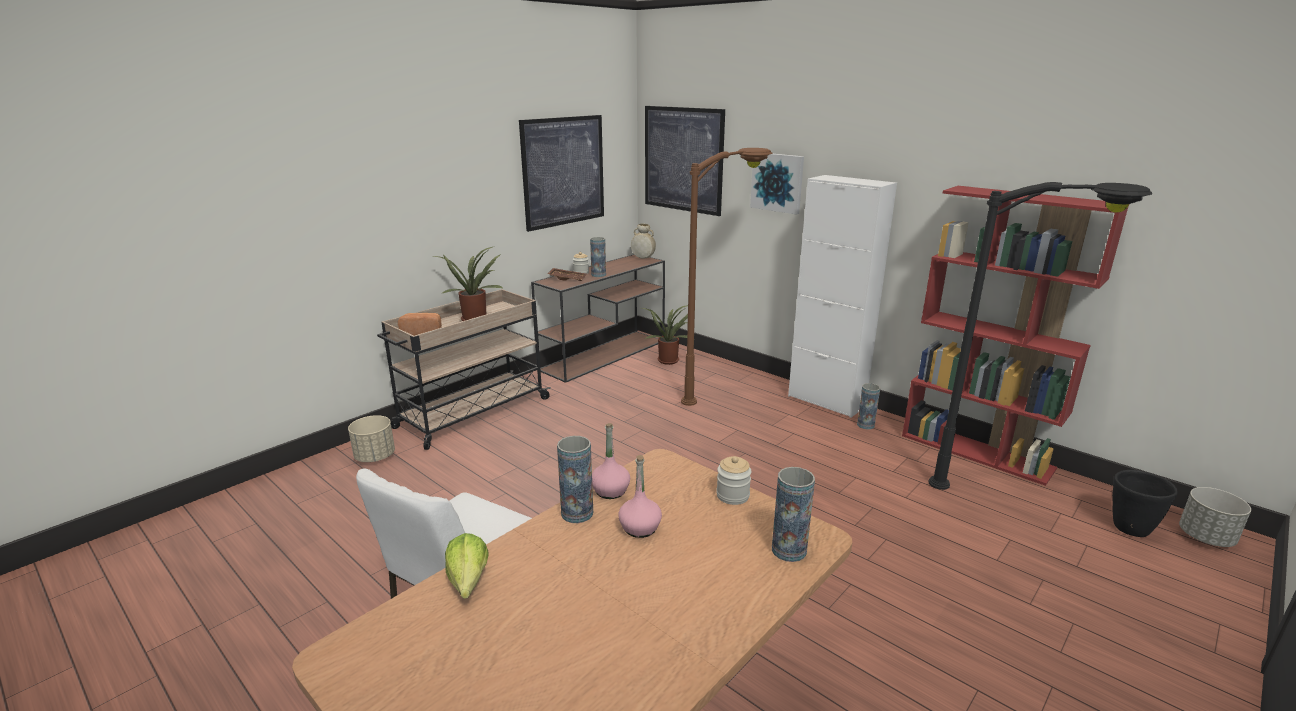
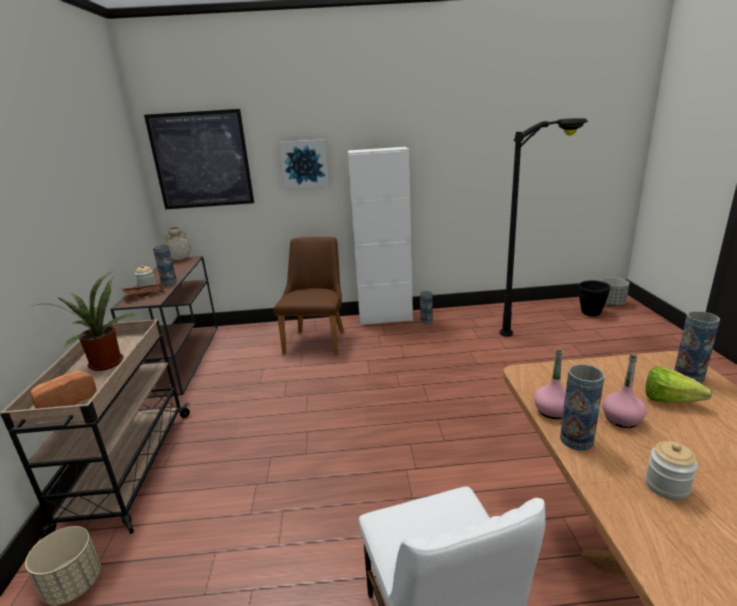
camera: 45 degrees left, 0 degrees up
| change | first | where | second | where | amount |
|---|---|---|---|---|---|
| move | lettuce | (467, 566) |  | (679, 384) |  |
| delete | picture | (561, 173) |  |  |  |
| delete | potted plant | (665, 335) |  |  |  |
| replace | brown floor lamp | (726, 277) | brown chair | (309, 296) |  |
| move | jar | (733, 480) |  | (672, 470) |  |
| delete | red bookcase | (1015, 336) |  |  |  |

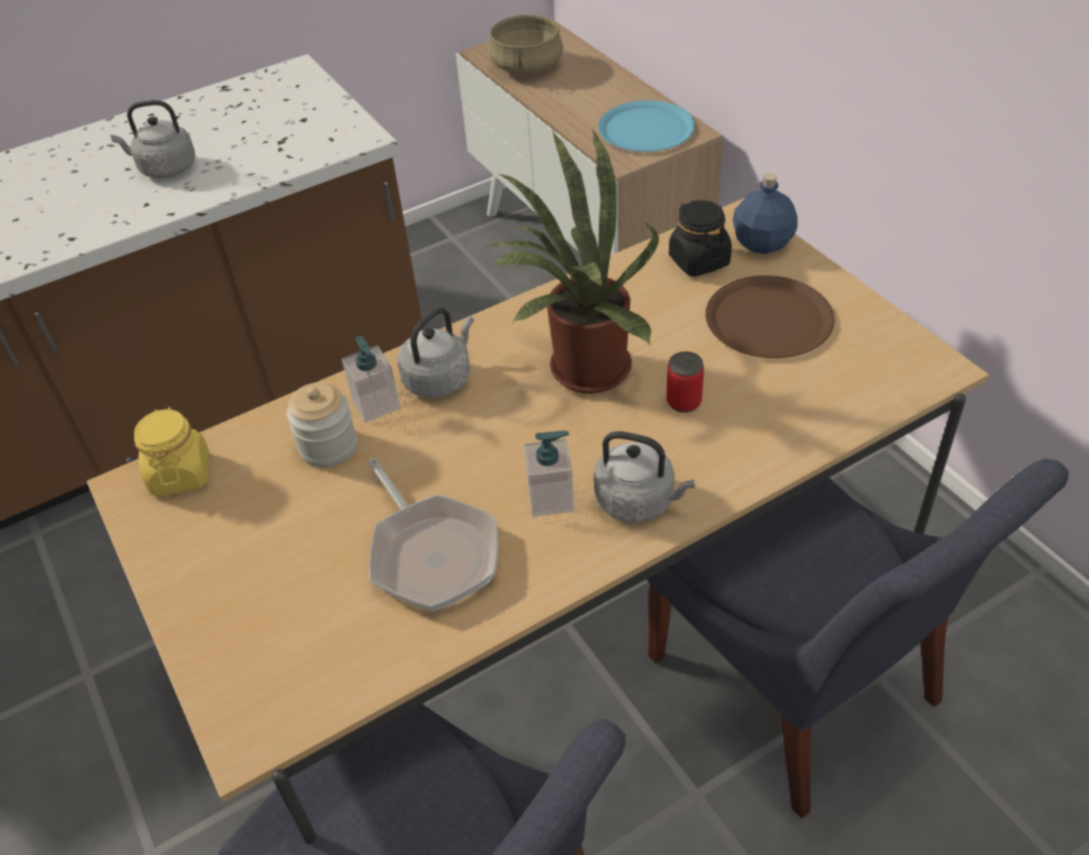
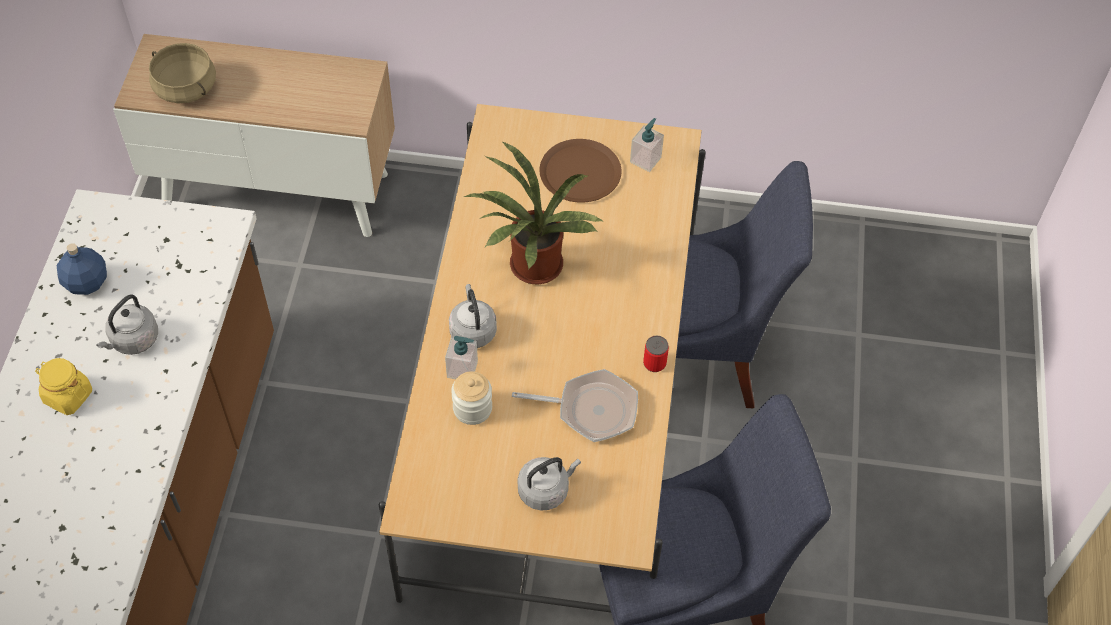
camera: 55 degrees left, 10 degrees up
| change | first | where | second | where | amount |
|---|---|---|---|---|---|
| move | yellow jar | (171, 451) |  | (63, 386) |  |
| move | soap dispenser | (549, 474) |  | (647, 145) |  |
| move | grey kettle | (645, 476) |  | (549, 484) |  |
| delete | blue plate | (646, 126) |  |  |  |
| move | can | (685, 382) |  | (656, 353) |  |
| delete | black jar | (700, 238) |  |  |  |
| move | blue bottle | (765, 213) |  | (81, 269) |  |

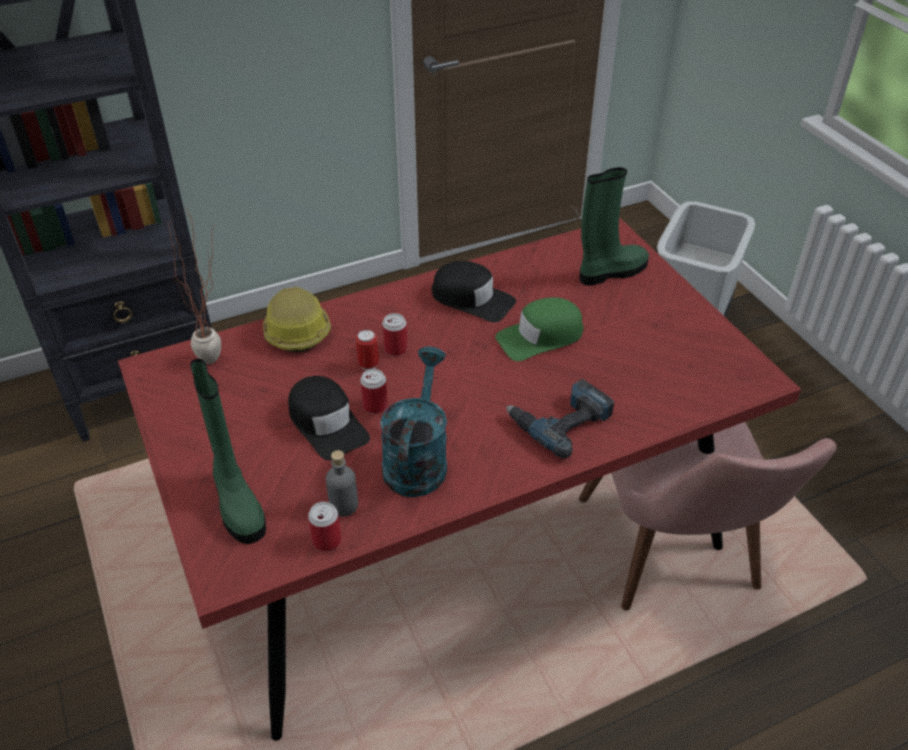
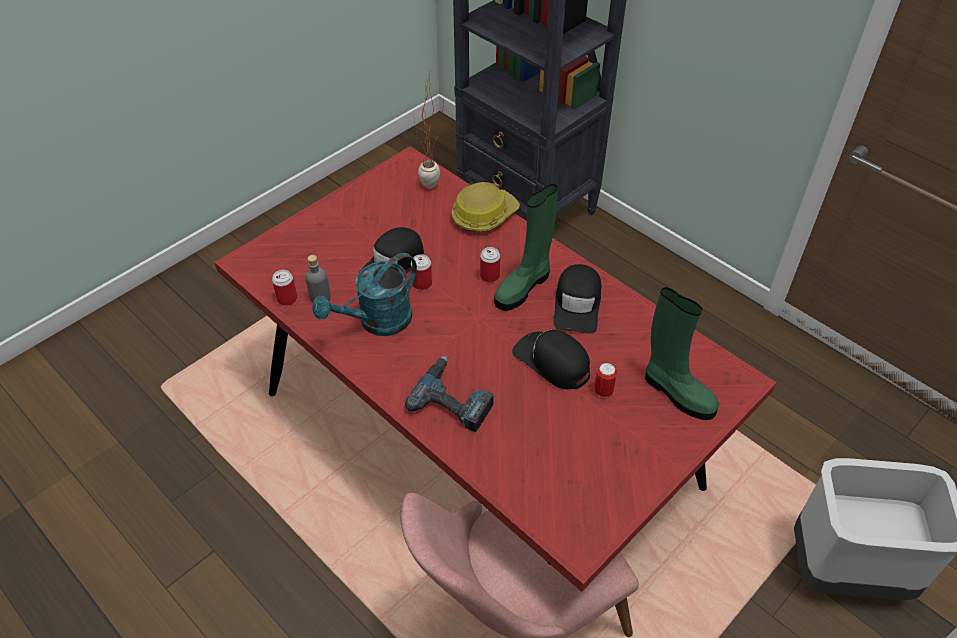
camera: 70 degrees right, 5 degrees up
| change | first | where | second | where | amount |
|---|---|---|---|---|---|
| move | green boot | (228, 451) |  | (526, 247) |  |
| move | can | (367, 350) |  | (605, 380) |  |
| rotate | turquoise watering can | (413, 422) |  | (364, 294) | 150 degrees clockwise |
| recolor | green cap | (539, 329) | black cap | (551, 359) |  |

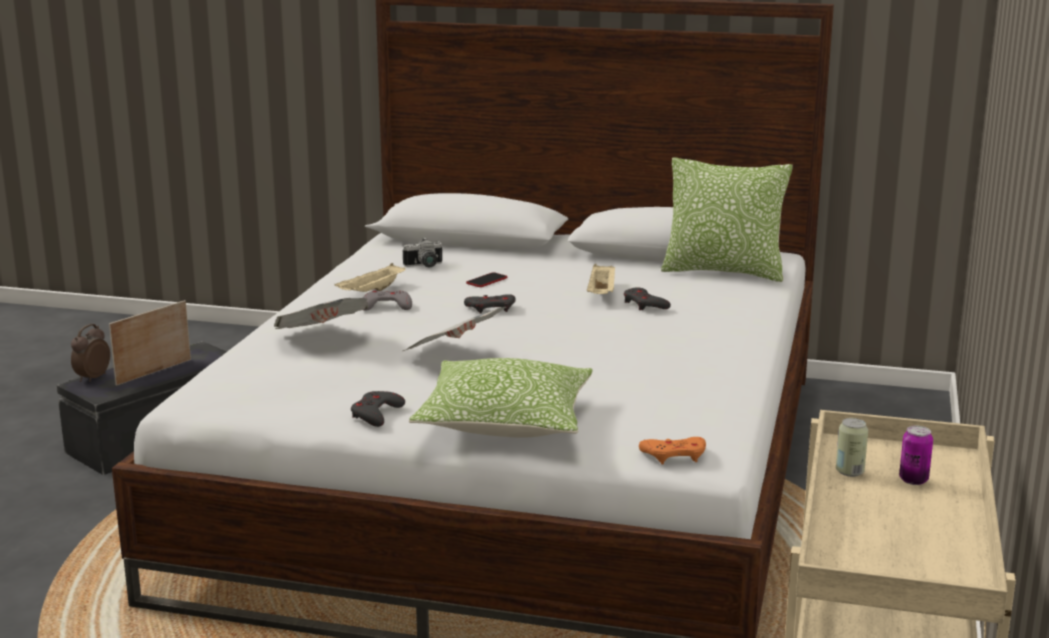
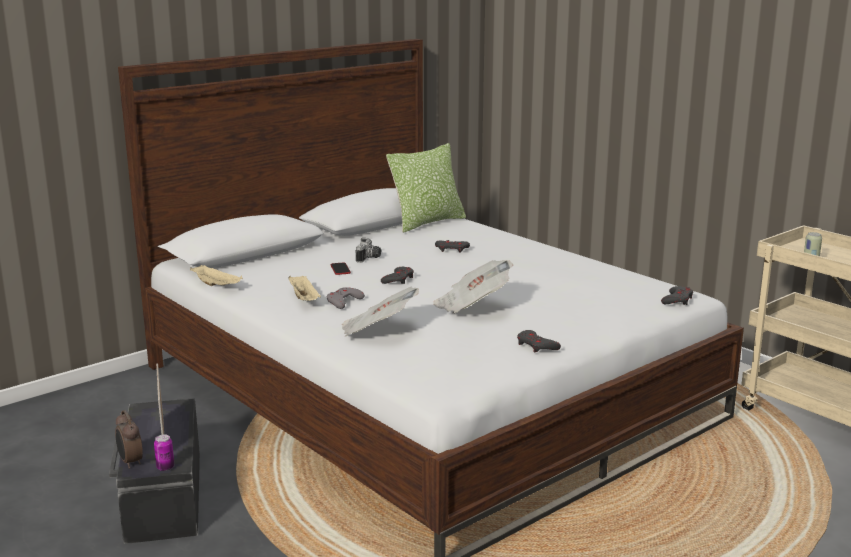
camera: 55 degrees left, 0 degrees up
| change | first | where | second | where | amount |
|---|---|---|---|---|---|
| move | photo camera | (422, 252) |  | (368, 250) |  |
| delete | pillow | (501, 398) |  |  |  |
| move | beige tray | (601, 279) |  | (216, 275) |  |
| recolor | orange game controller | (672, 450) | grey game controller | (677, 295) |  |
| move | can | (916, 455) |  | (164, 452) |  |

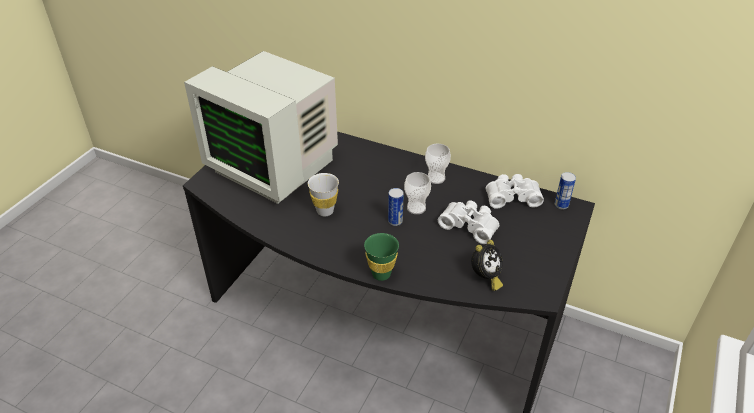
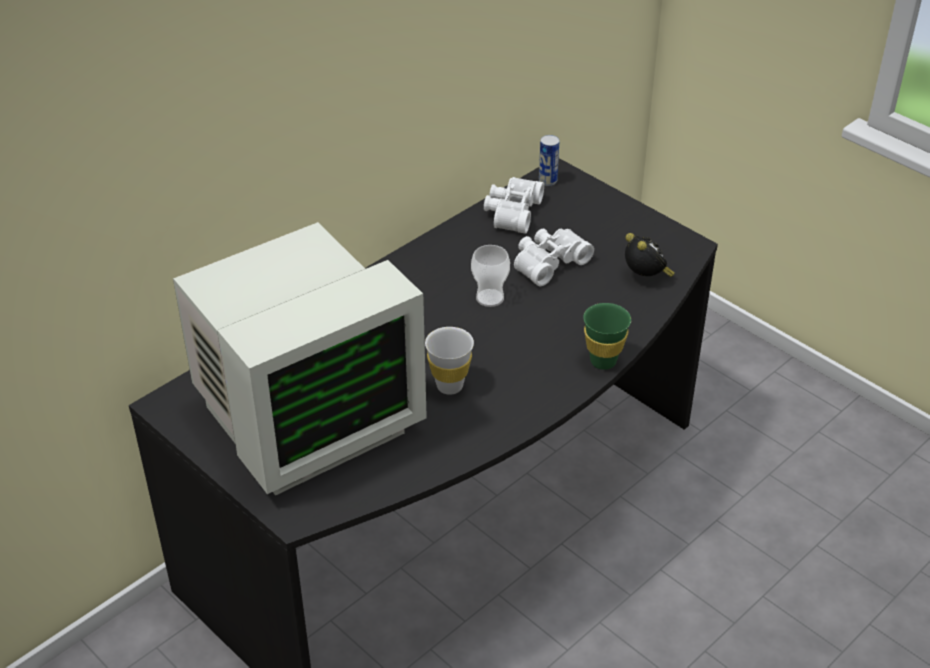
camera: 70 degrees left, 0 degrees up
| change | first | where | second | where | amount |
|---|---|---|---|---|---|
| delete | can | (396, 207) |  |  |  |
| delete | cup | (438, 164) |  |  |  |

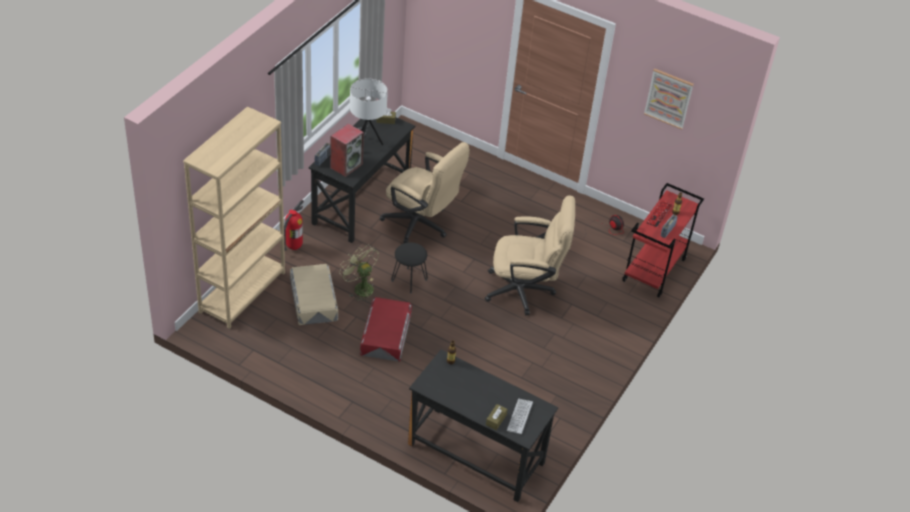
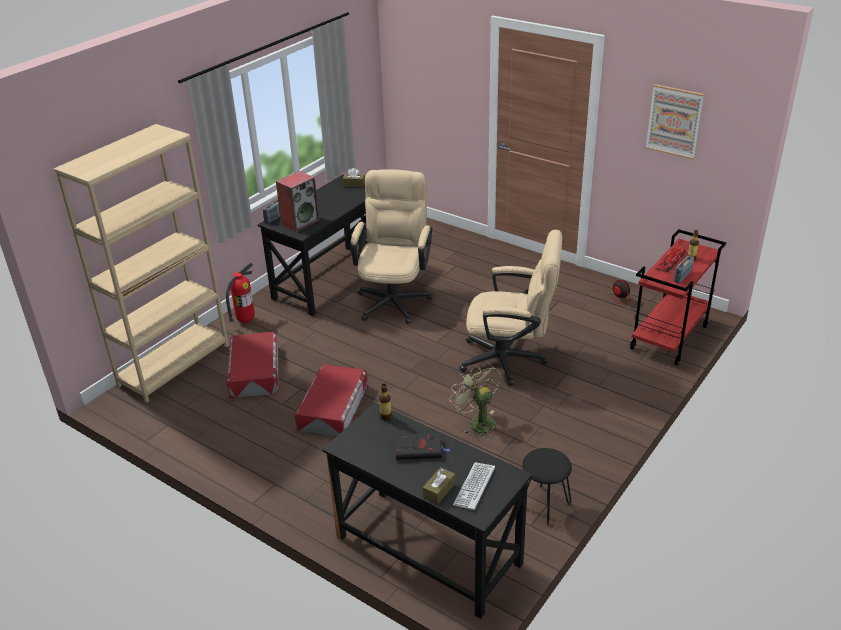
camera: 10 degrees right, 10 degrees down
| change | first | where | second | where | amount |
|---|---|---|---|---|---|
| recolor | beige storage box | (314, 294) | red storage box | (252, 365) |  |
| move | green fan | (359, 273) |  | (475, 400) |  |
| delete | white table lamp | (369, 111) |  |  |  |
| rotate | beige office chair | (425, 192) |  | (391, 246) | 120 degrees counterclockwise |
| move | black stool | (409, 268) |  | (547, 486) |  |
| insert |  |  | black book | (422, 446) |  |

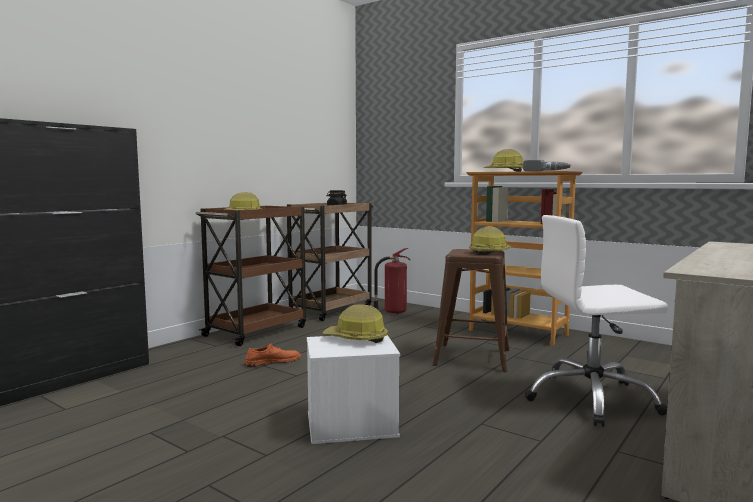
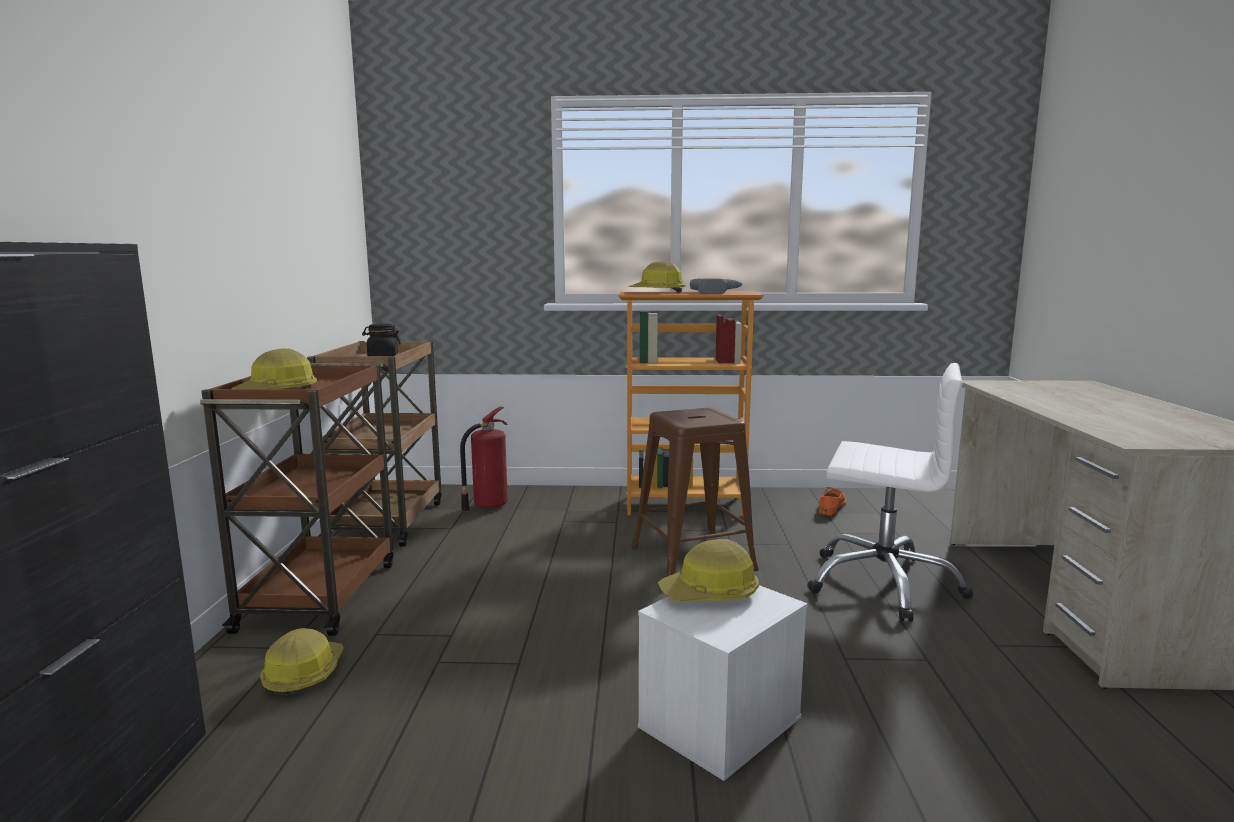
camera: 35 degrees left, 5 degrees up
| change | first | where | second | where | amount |
|---|---|---|---|---|---|
| move | orange shoe | (273, 355) |  | (832, 502) |  |
| move | hard hat | (490, 240) |  | (302, 662) |  |
| rotate | white office chair | (596, 321) |  | (890, 492) | 120 degrees counterclockwise |

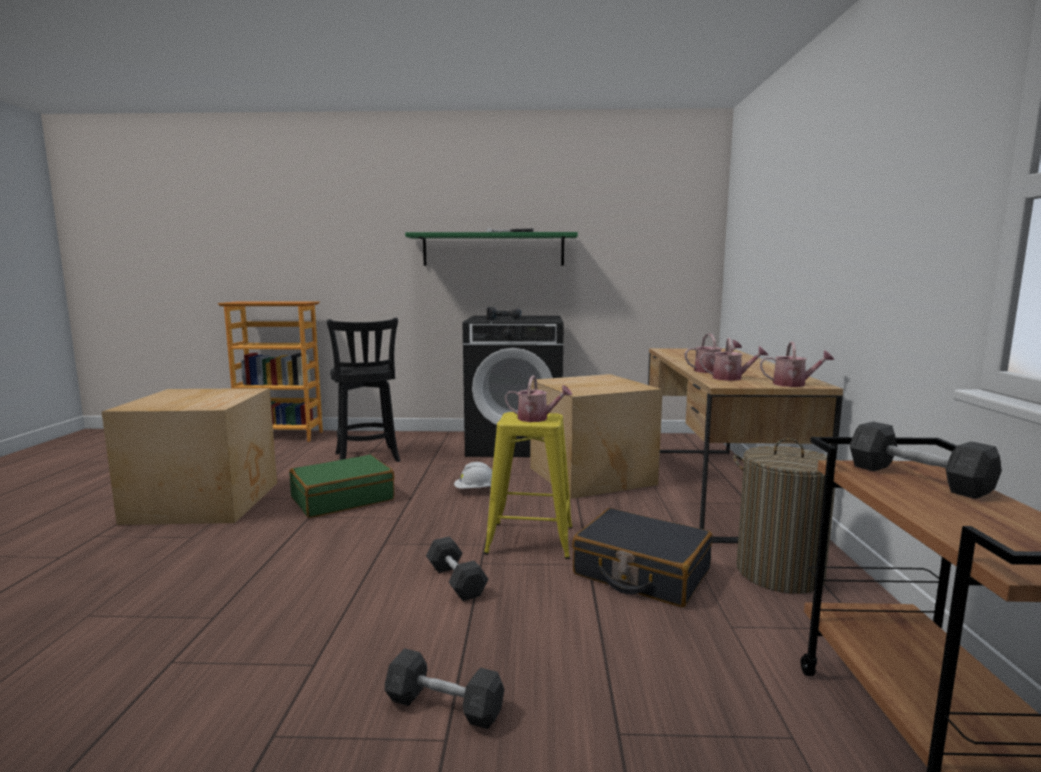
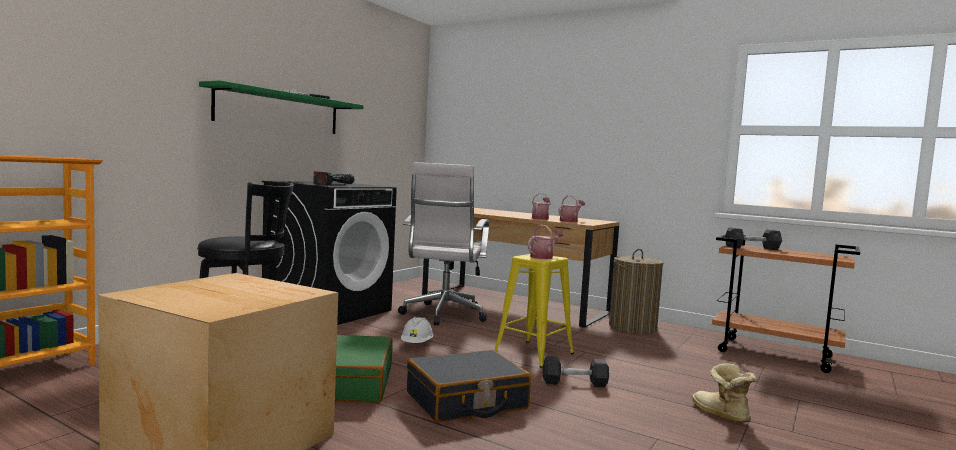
camera: 60 degrees left, 5 degrees down
| change | first | where | second | where | amount |
|---|---|---|---|---|---|
| replace | grey dumbbell | (444, 688) | boot | (724, 393) |  |
| replace | cardboard box | (596, 436) | white office chair | (443, 244) |  |
| move | black suitcase | (642, 557) |  | (469, 386) |  |
| delete | watering can | (797, 364) |  |  |  |

